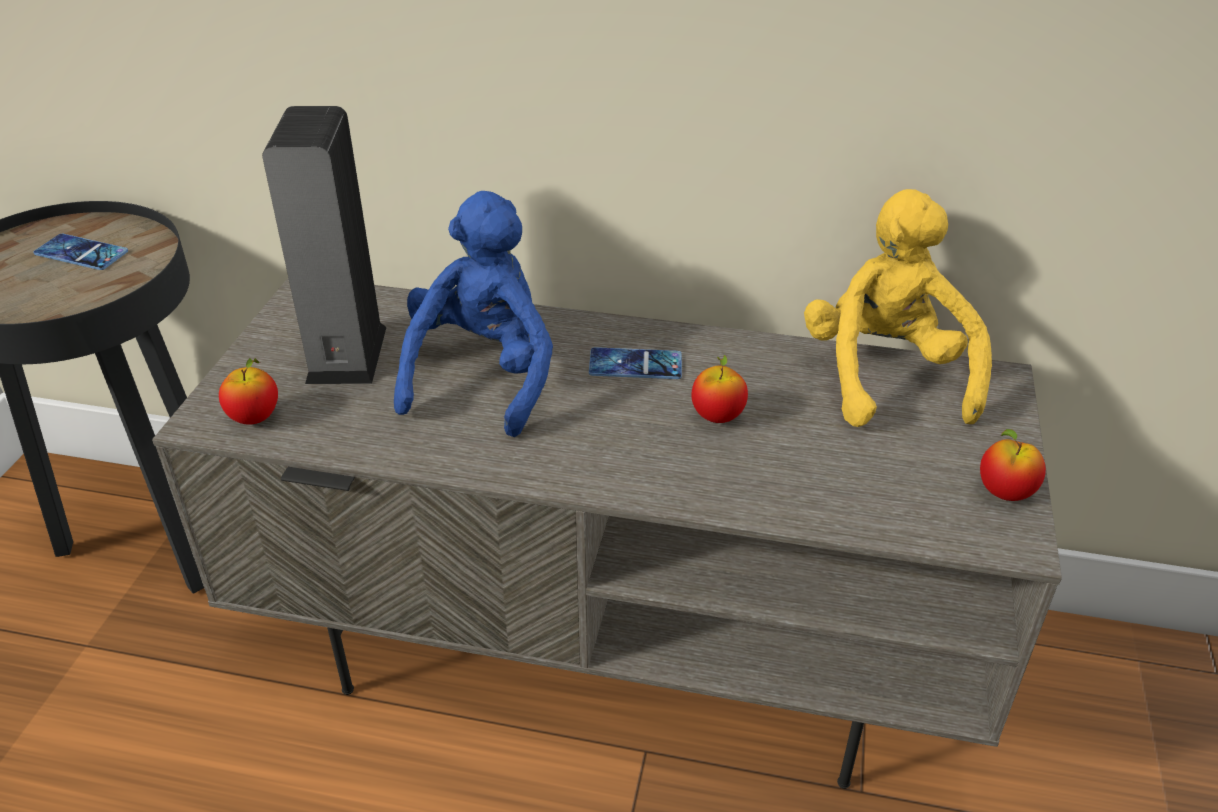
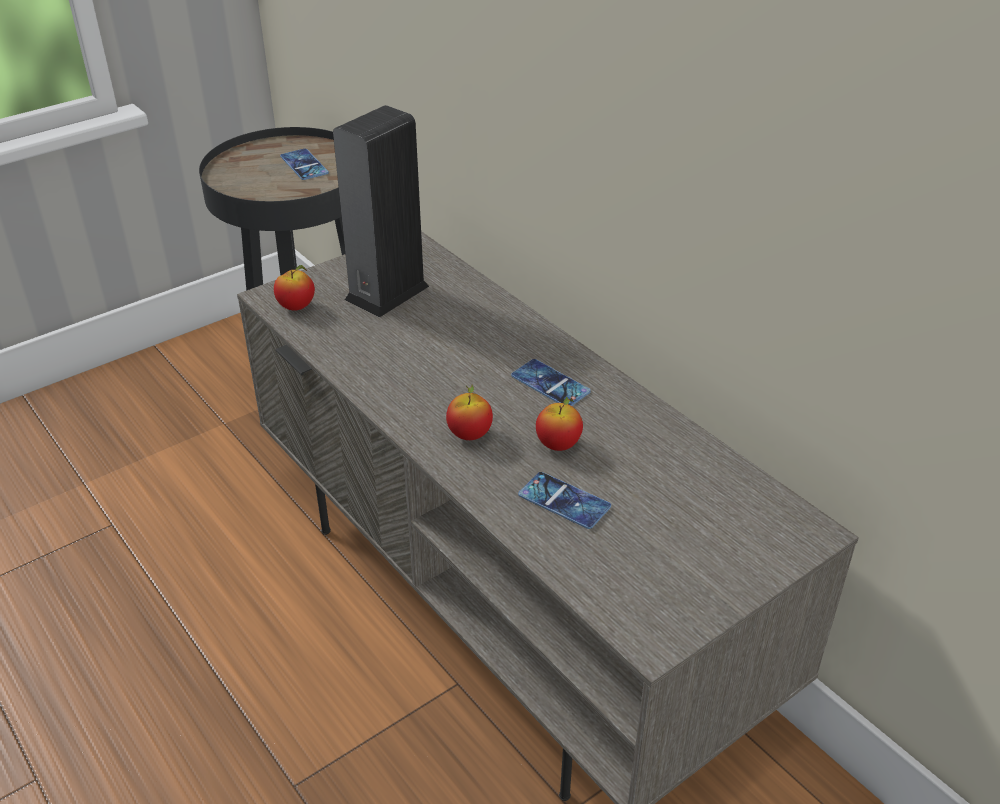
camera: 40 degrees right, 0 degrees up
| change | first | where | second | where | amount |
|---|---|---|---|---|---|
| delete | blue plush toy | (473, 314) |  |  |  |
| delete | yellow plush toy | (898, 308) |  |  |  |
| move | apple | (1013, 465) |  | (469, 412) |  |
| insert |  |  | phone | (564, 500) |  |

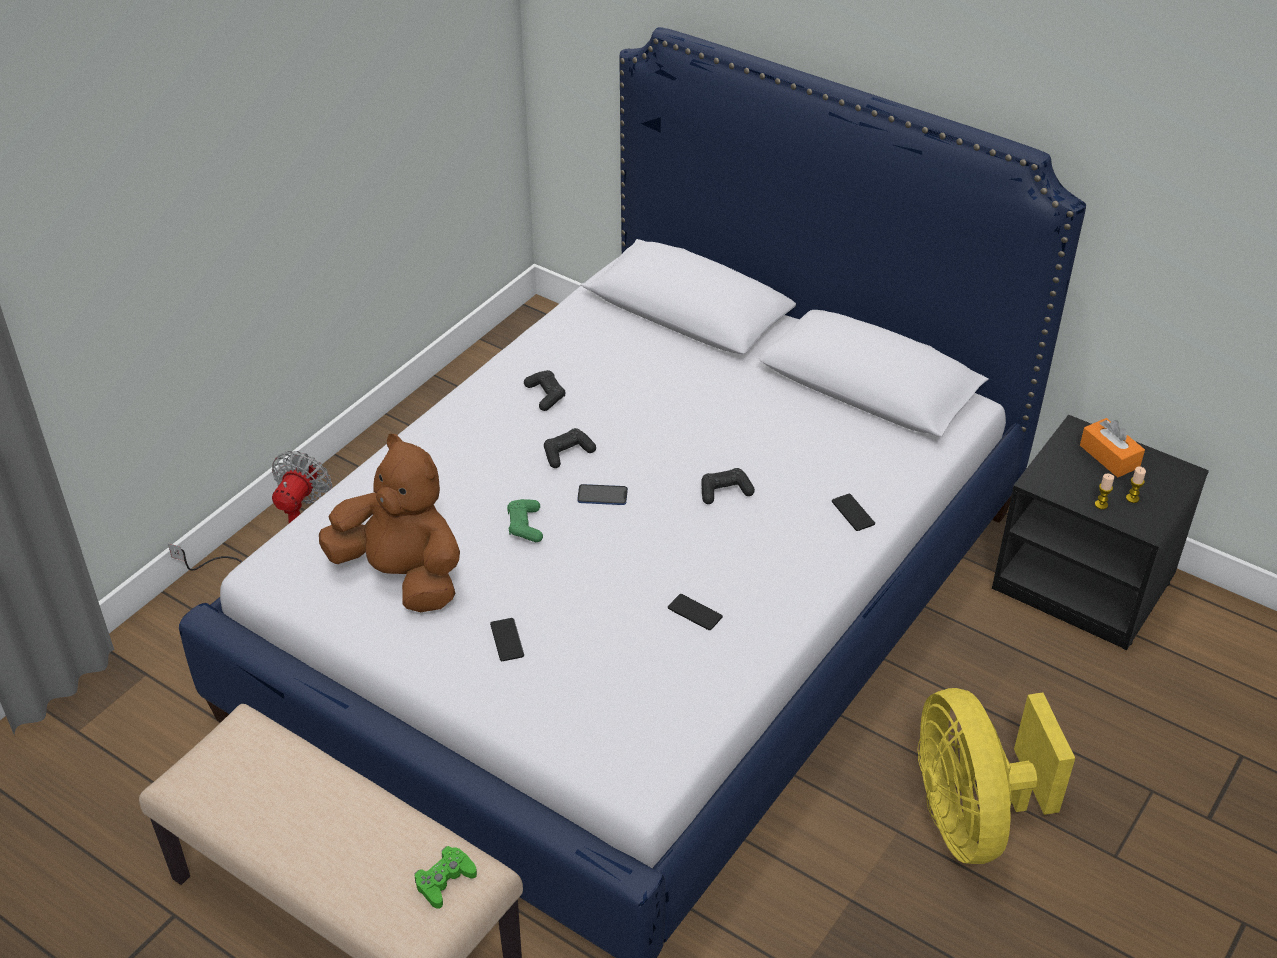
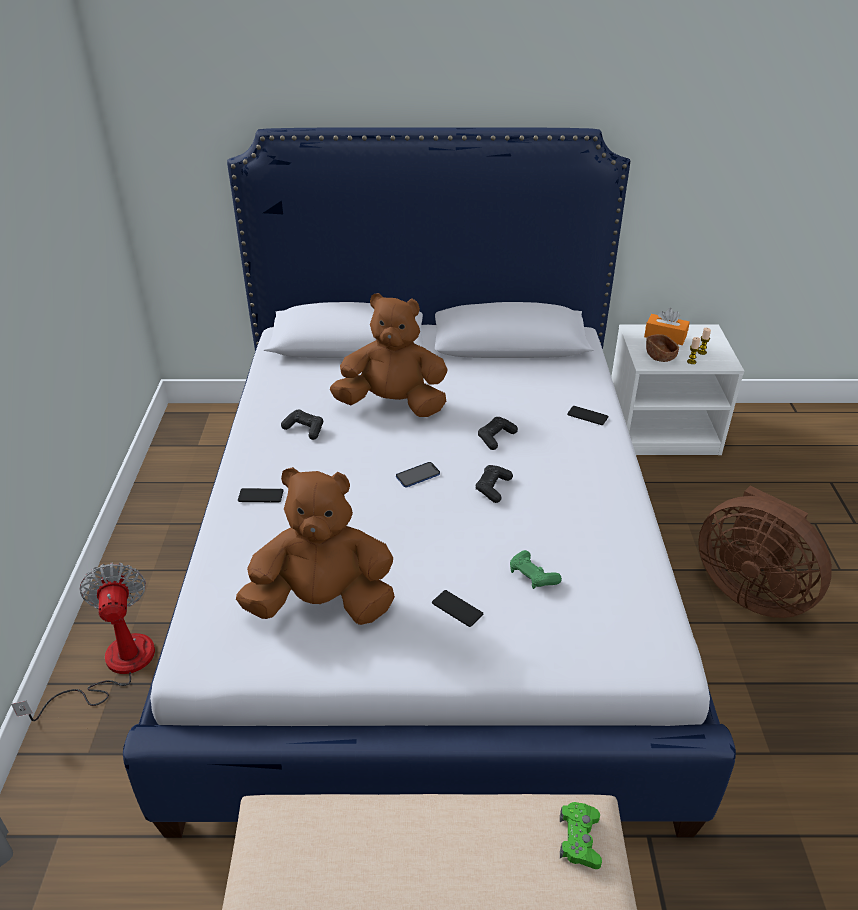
camera: 35 degrees left, 5 degrees down
| change | first | where | second | where | amount |
|---|---|---|---|---|---|
| move | green game controller | (525, 520) |  | (536, 569) |  |
| move | black game controller | (570, 448) |  | (494, 484) |  |
| move | phone | (695, 612) |  | (260, 495) |  |
| recolor | yellow fan | (996, 776) | brown fan | (765, 552) |  |
| recolor | black nightstand | (1100, 532) | white nightstand | (677, 390) |  |
| insert |  |  | brown plush toy | (389, 355) |  |
| insert |  |  | brown bowl | (662, 348) |  |

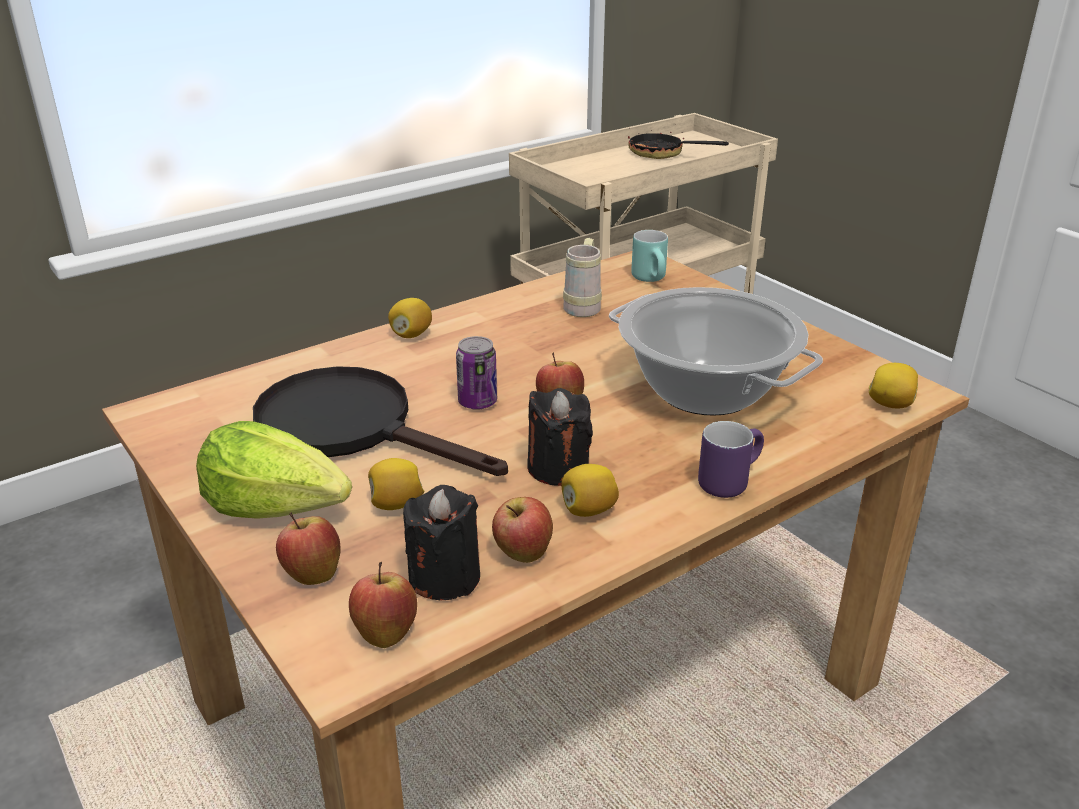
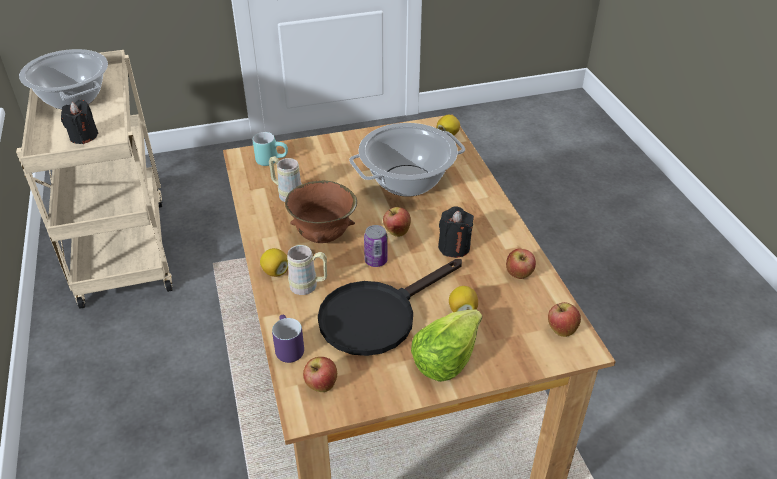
camera: 70 degrees left, 10 degrees up
| change | first | where | second | where | amount |
|---|---|---|---|---|---|
| move | apple | (308, 548) |  | (320, 374) |  |
| move | black candle | (441, 542) |  | (79, 122) |  |
| delete | lemon | (590, 490) |  |  |  |
| replace | frying pan | (678, 144) | cooking pot | (63, 79) |  |
| move | purple mug | (731, 459) |  | (288, 339) |  |
| insert |  |  | brown bowl | (321, 212) |  |
| insert |  |  | beige mug | (307, 270) |  |

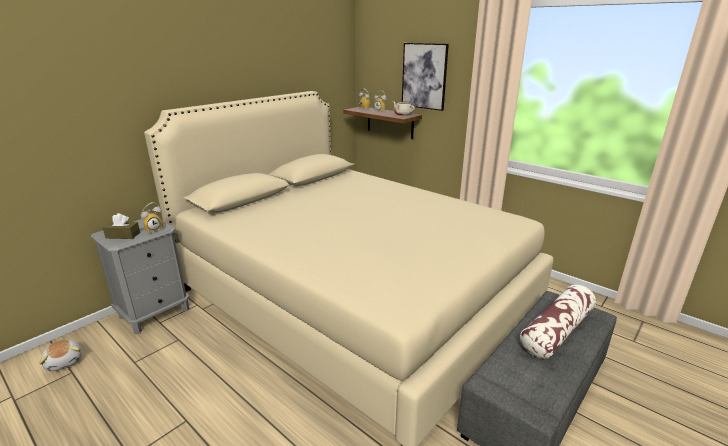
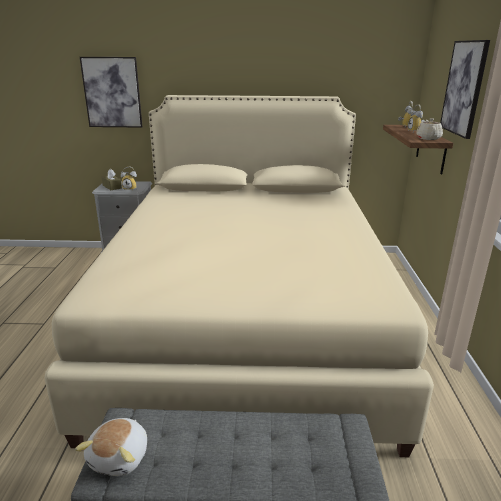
camera: 50 degrees right, 0 degrees up
| change | first | where | second | where | amount |
|---|---|---|---|---|---|
| move | plush toy | (60, 355) |  | (111, 447) |  |
| delete | pillow | (558, 322) |  |  |  |
| insert |  |  | picture | (111, 92) |  |

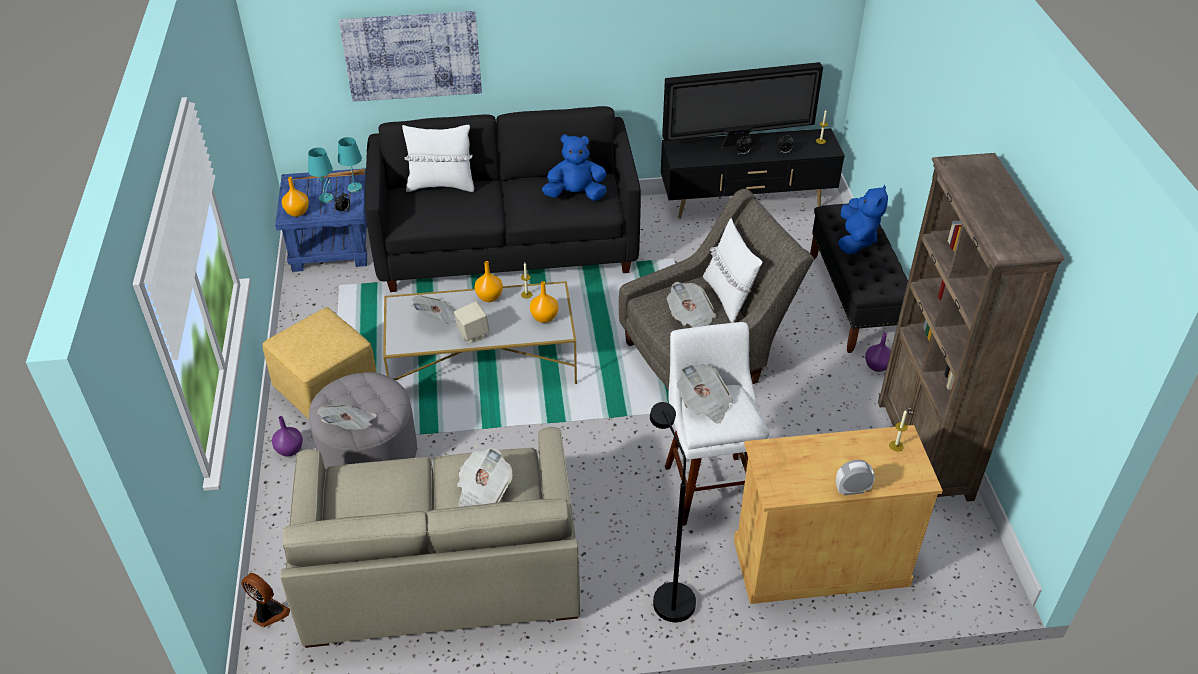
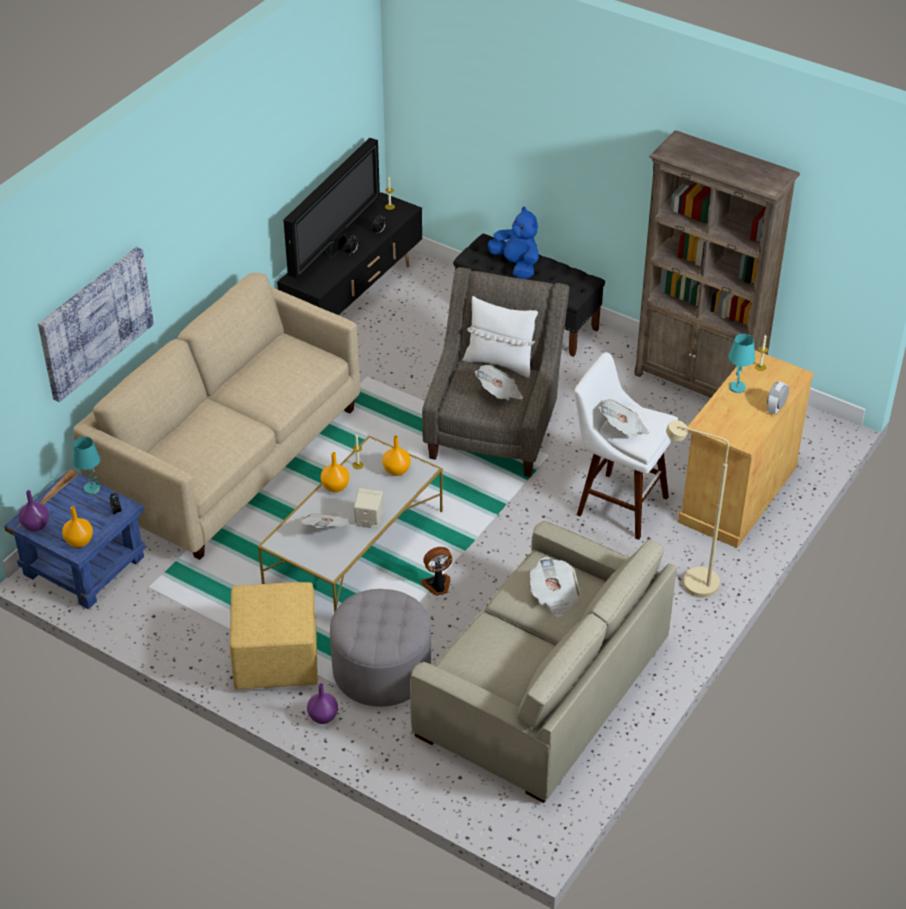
camera: 50 degrees left, 0 degrees up
| change | first | where | second | where | amount |
|---|---|---|---|---|---|
| move | fan | (265, 600) |  | (436, 571) |  |
| move | turquoise table lamp | (321, 175) |  | (741, 363) |  |
| delete | newspaper | (347, 417) |  |  |  |
| recolor | black sofa | (503, 199) | beige sofa | (216, 416) |  |
| delete | white pillow | (438, 158) |  |  |  |
| delete | blue plush toy | (574, 167) |  |  |  |
| recolor | black floor lamp | (673, 512) | beige floor lamp | (697, 509) |  |
| move | purple vase | (878, 352) |  | (34, 511) |  |

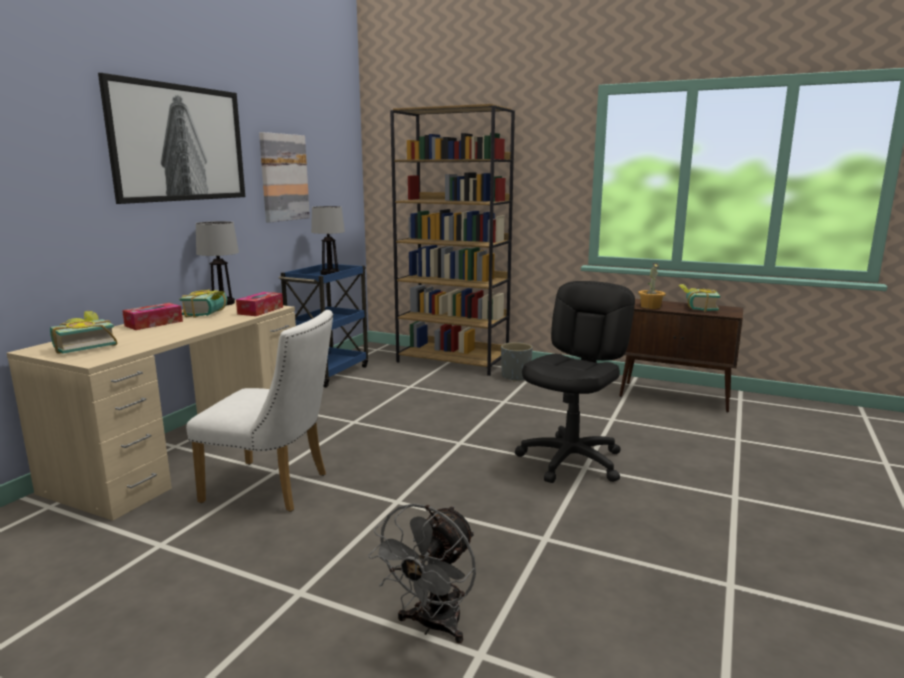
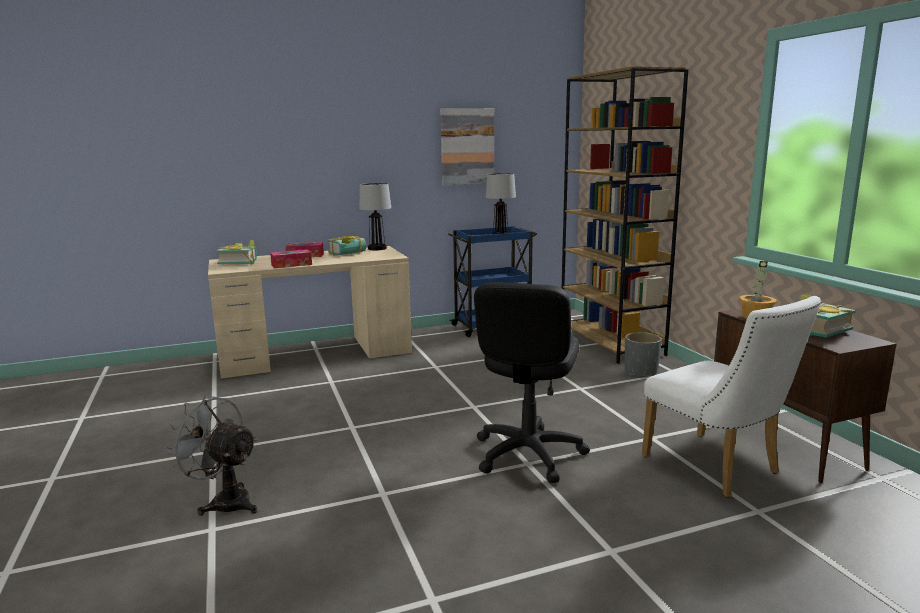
camera: 45 degrees right, 0 degrees up
| change | first | where | second | where | amount |
|---|---|---|---|---|---|
| delete | picture | (171, 138) |  |  |  |
| move | white chair | (259, 411) |  | (731, 396) |  |
| move | tissue box | (259, 304) |  | (291, 258) |  |
| rotate | grey fan | (422, 573) |  | (210, 455) | 45 degrees clockwise |
| rotate | black office chair | (575, 382) |  | (532, 382) | 120 degrees clockwise |

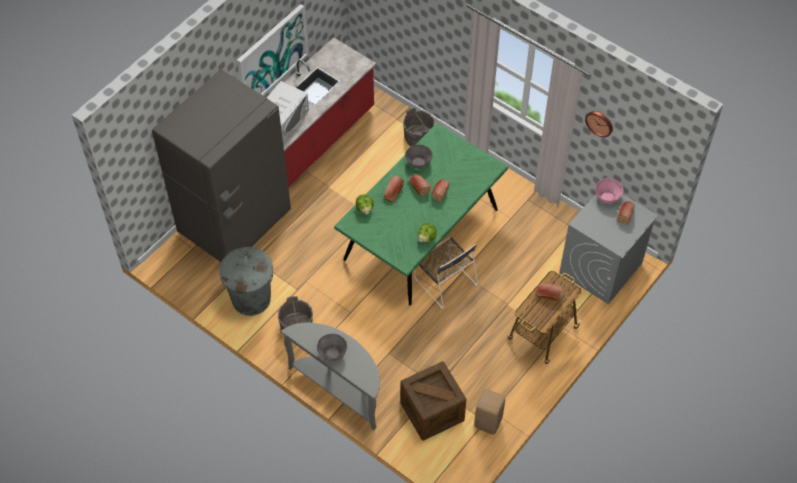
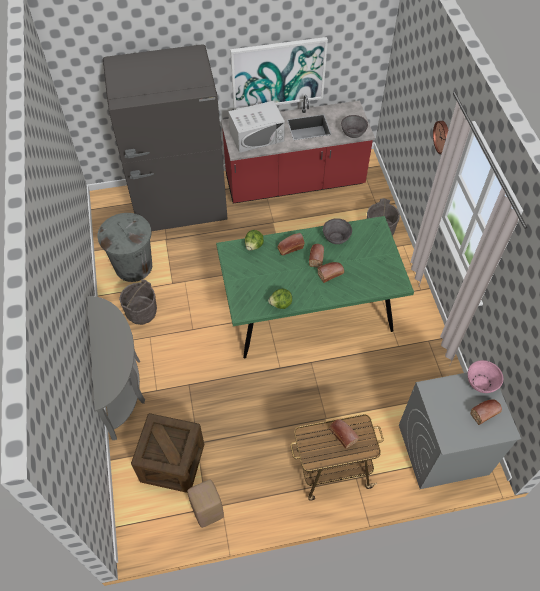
camera: 40 degrees right, 0 degrees up
| change | first | where | second | where | amount |
|---|---|---|---|---|---|
| move | grey bowl | (332, 348) |  | (354, 126) |  |
| delete | black chair | (446, 273) |  |  |  |
| move | wall clock | (599, 124) |  | (440, 137) |  |

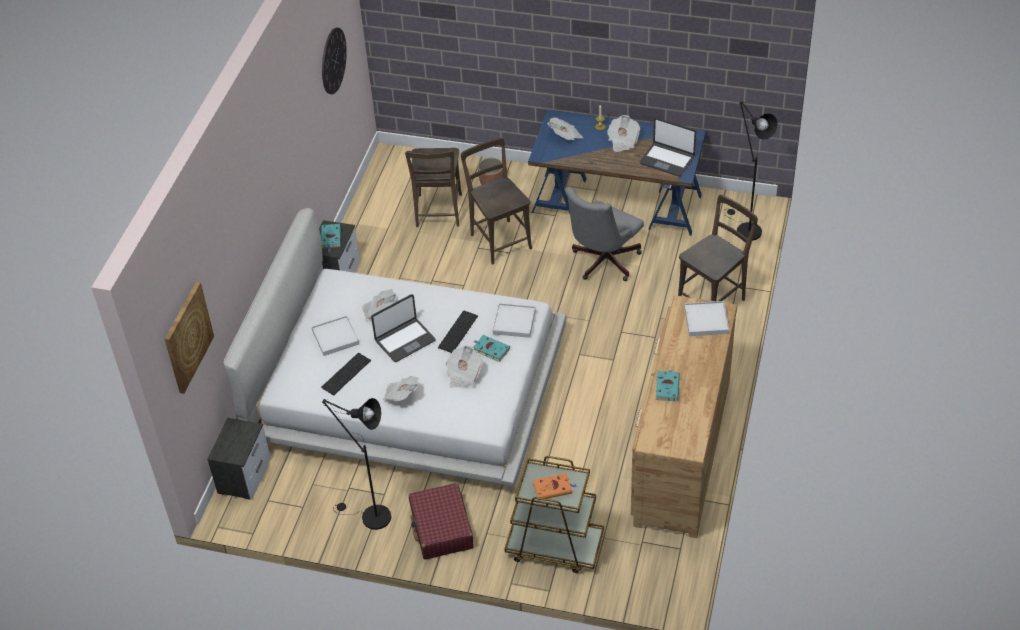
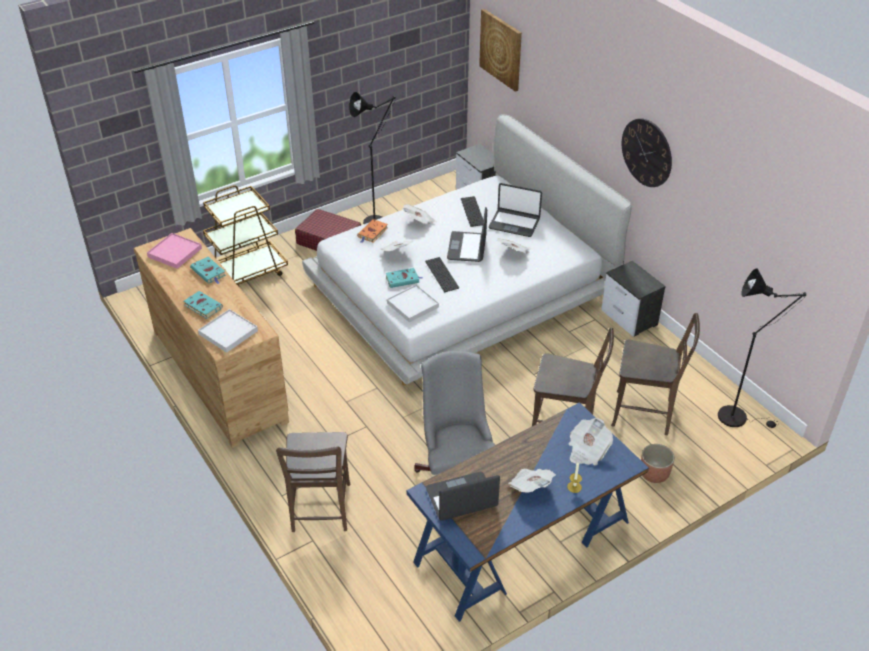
camera: 130 degrees right, 5 degrees down
| change | first | where | second | where | amount |
|---|---|---|---|---|---|
| replace | white tray | (335, 336) | laptop | (515, 210) |  |
| move | turquoise book | (331, 238) |  | (203, 305) |  |
| move | wall clock | (334, 61) |  | (647, 152) |  |
| rotate | brown chair | (433, 187) |  | (655, 374) | 150 degrees clockwise |
| move | orange book | (555, 486) |  | (372, 231) |  |
| move | black floor lamp | (751, 171) |  | (762, 348) |  |
| insert |  |  | pink tray | (174, 251) |  |

